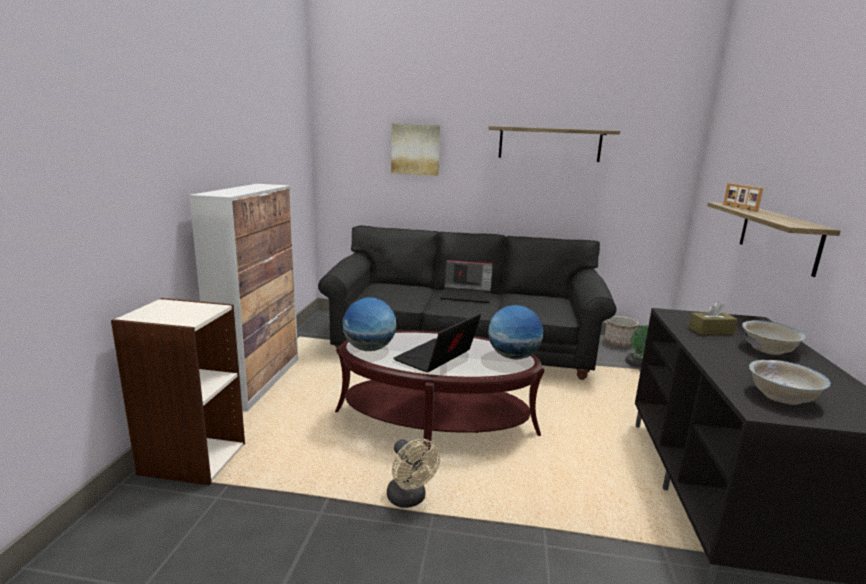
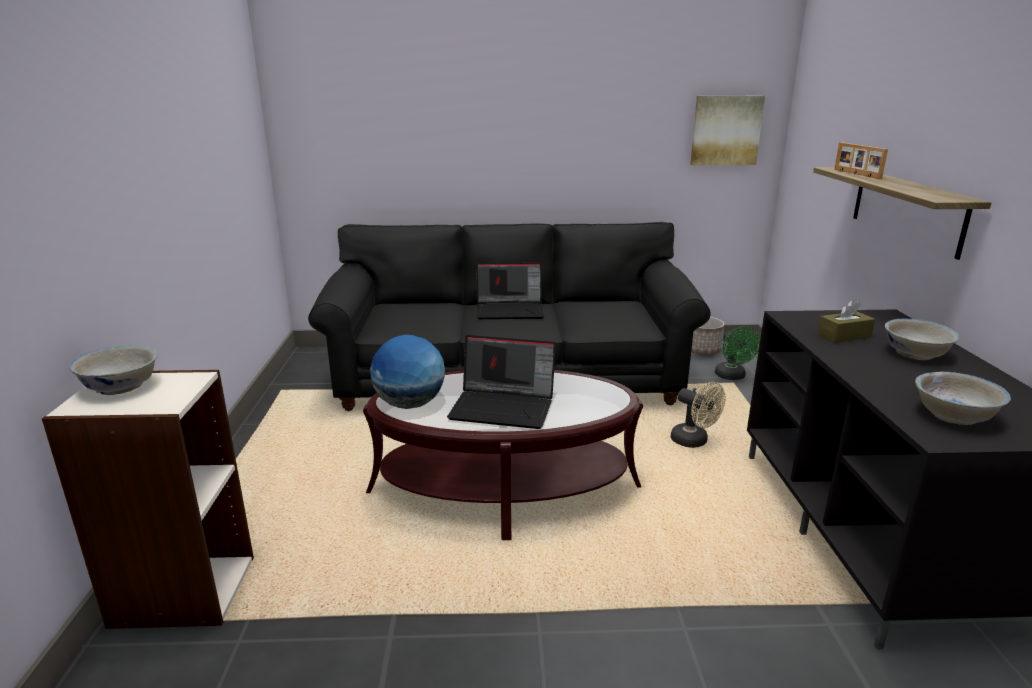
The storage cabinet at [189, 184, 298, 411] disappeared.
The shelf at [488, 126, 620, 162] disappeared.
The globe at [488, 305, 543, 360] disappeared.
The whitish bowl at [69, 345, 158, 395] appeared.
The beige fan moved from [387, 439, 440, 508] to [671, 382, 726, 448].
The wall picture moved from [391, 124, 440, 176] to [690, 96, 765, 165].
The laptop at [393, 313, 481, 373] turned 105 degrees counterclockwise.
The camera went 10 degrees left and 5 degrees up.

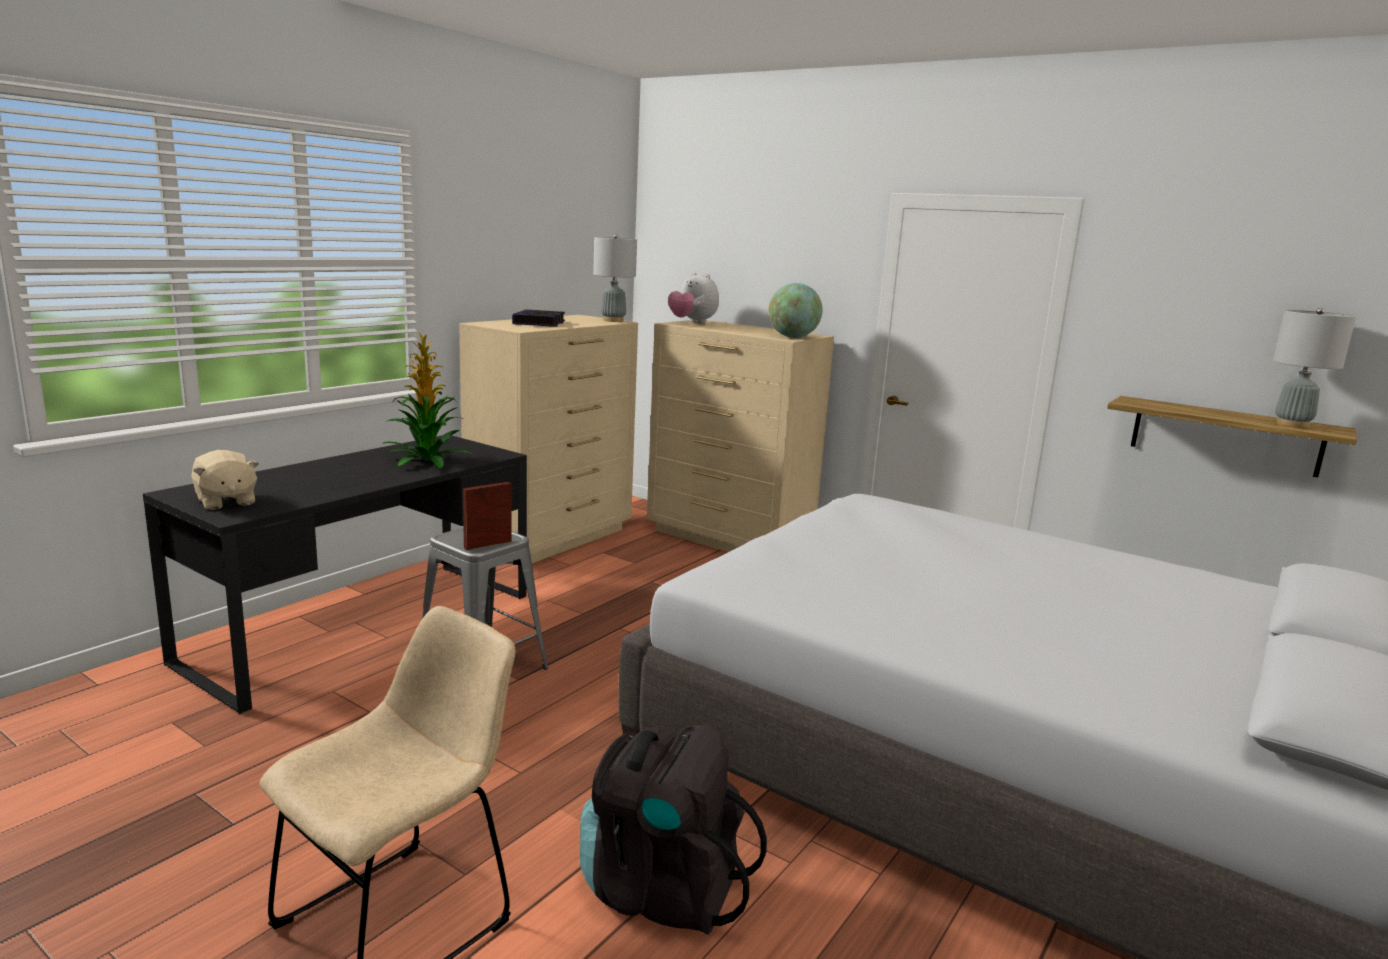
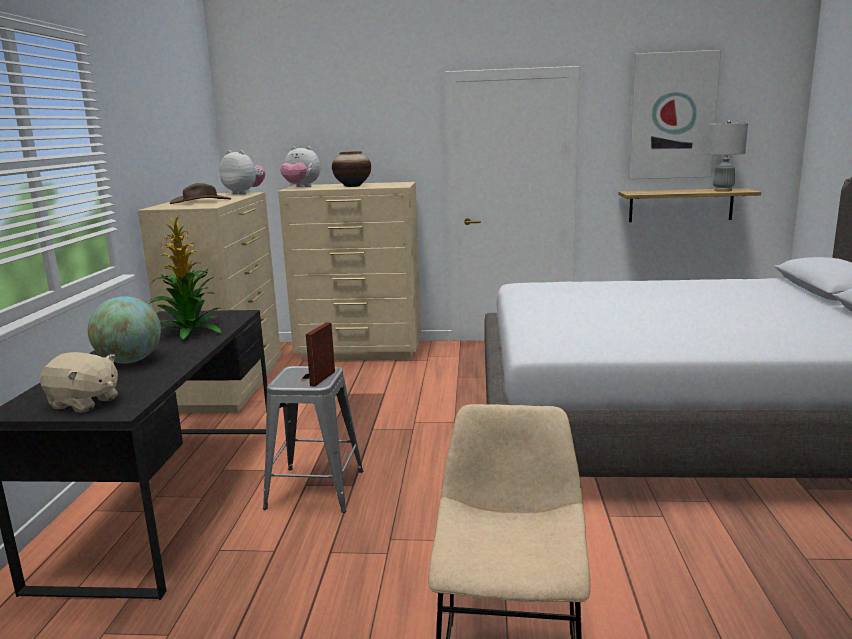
The black rucksack at [580, 725, 767, 935] disappeared.
The vase at [332, 151, 371, 187] appeared.
The wall picture at [629, 50, 721, 179] appeared.
The globe moved from [768, 283, 822, 338] to [88, 296, 161, 364].
The volume at [512, 309, 565, 327] was replaced by the brownish hat at [170, 183, 231, 204].
The greyish table lamp at [593, 234, 637, 322] was replaced by the plush toy at [220, 150, 265, 194].
The camera went 30 degrees left and 0 degrees up.

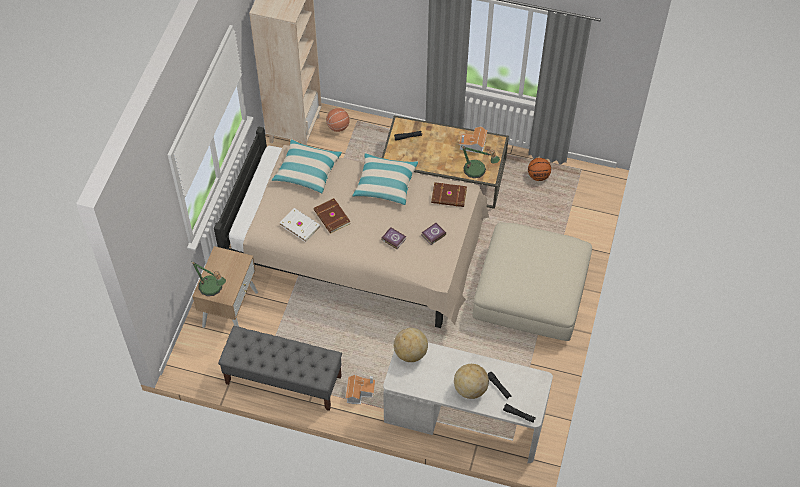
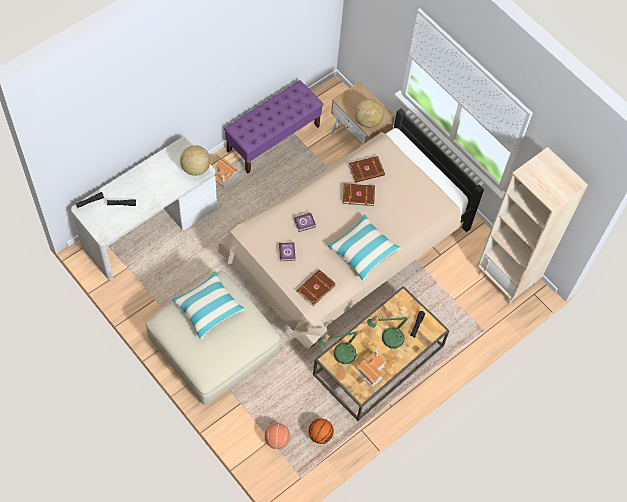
The table lamp moved from [192, 261, 226, 296] to [367, 315, 409, 349].
The cushion moved from [272, 139, 342, 193] to [172, 271, 245, 340].
The ball for basketball moved from [326, 108, 350, 132] to [265, 423, 290, 449].
The globe moved from [454, 364, 489, 399] to [355, 99, 384, 128].
The greyish long seat at [218, 326, 342, 411] became the purple long seat at [224, 80, 323, 174].
The whitish volume at [280, 208, 321, 242] became the brownish volume at [349, 156, 385, 183].
The camera went 120 degrees right and 5 degrees up.

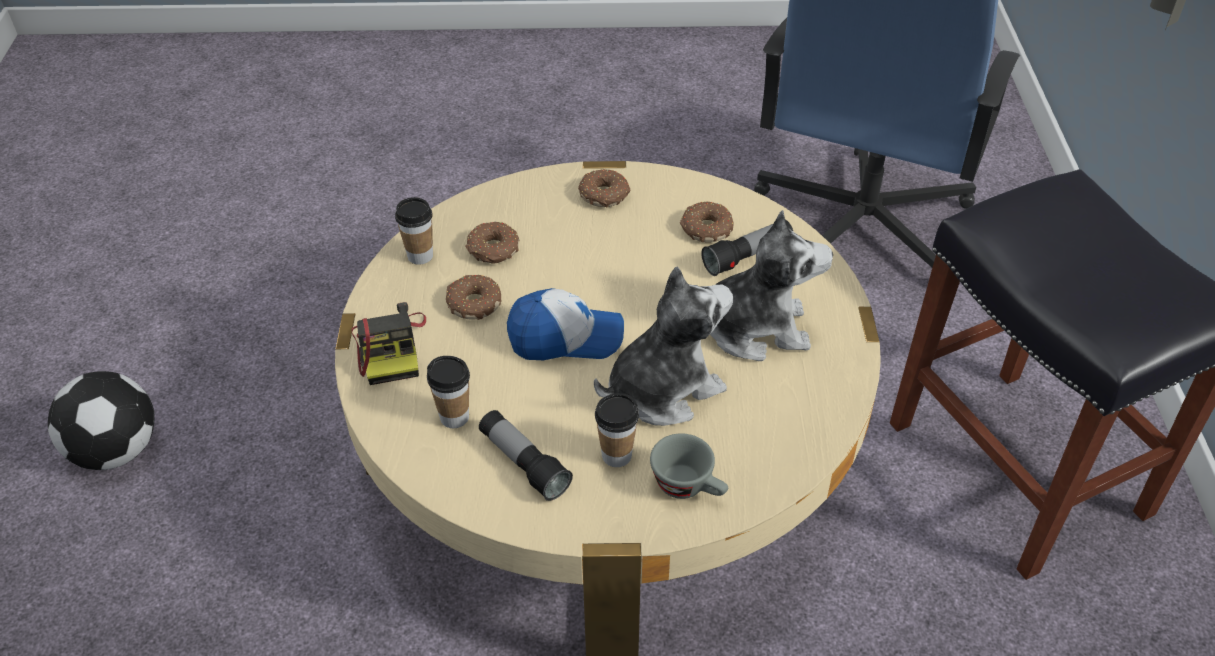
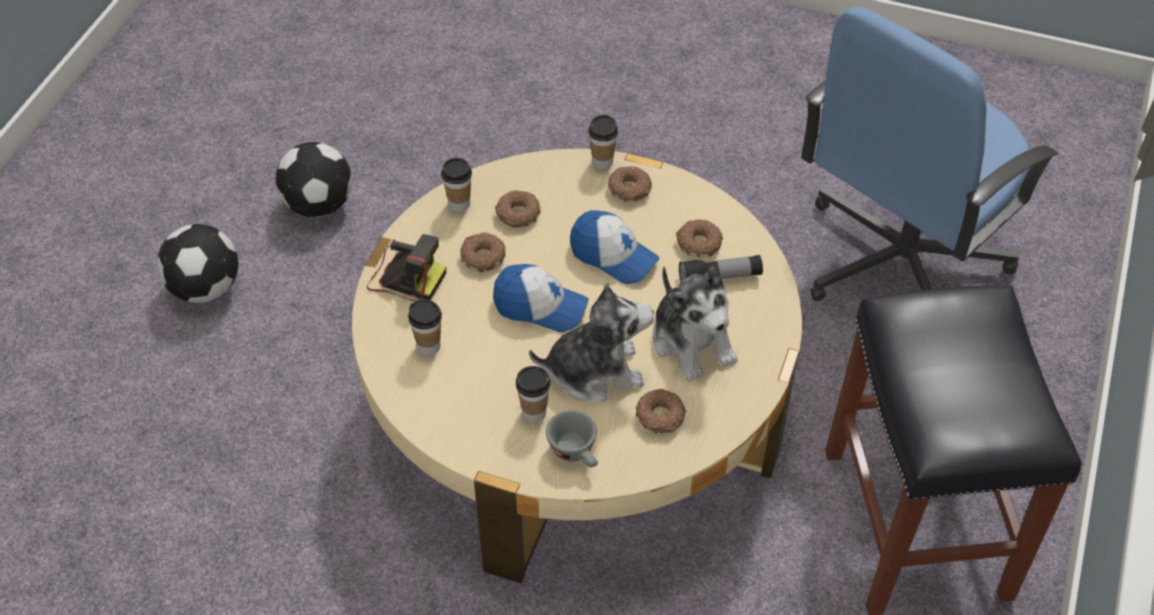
The torch at [479, 410, 573, 501] disappeared.
The ball for football at [276, 142, 352, 217] appeared.
The cap at [570, 210, 660, 284] appeared.
The drinking cup at [588, 115, 618, 169] appeared.
The ring doughnut at [636, 388, 686, 434] appeared.
The still camera at [351, 302, 426, 385] turned 75 degrees counterclockwise.
The plush toy at [710, 210, 833, 361] turned 45 degrees clockwise.
The camera went 20 degrees right and 5 degrees up.

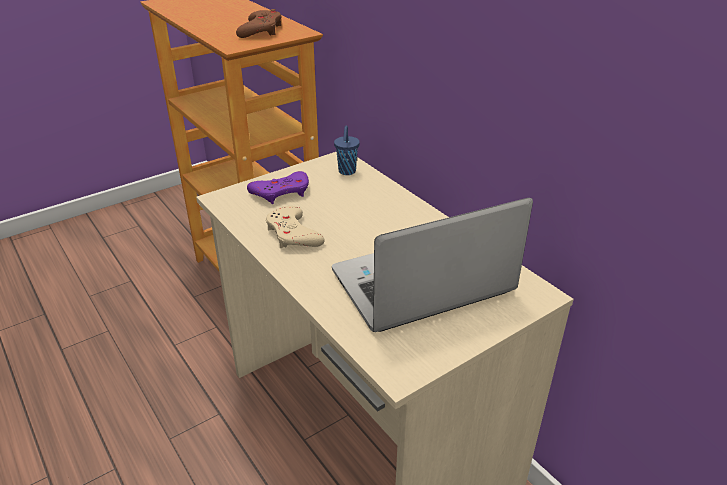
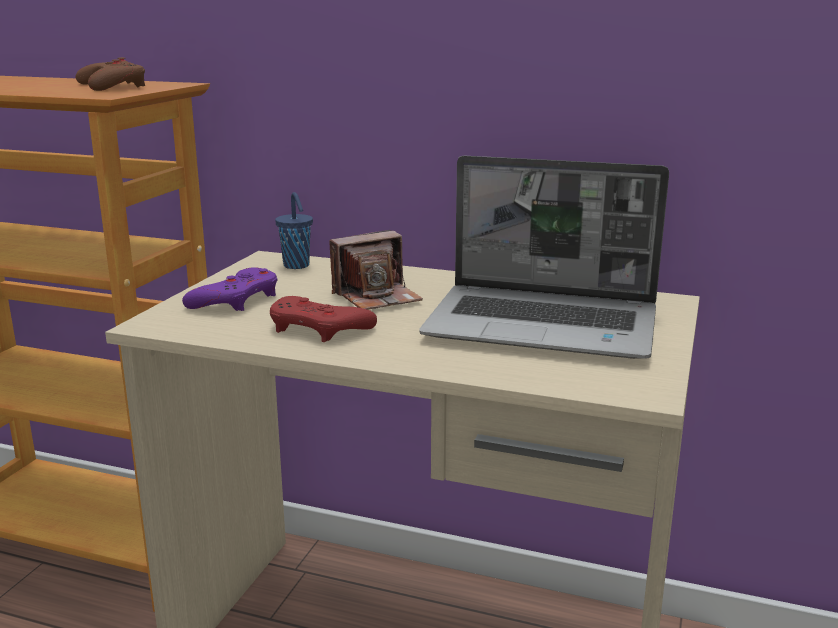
The still camera at [329, 230, 423, 310] appeared.
The beige gamepad at [266, 206, 325, 248] became the red-coloured gamepad at [270, 296, 377, 342].
The laptop at [332, 198, 533, 332] turned 105 degrees counterclockwise.
The camera went 35 degrees left and 15 degrees down.

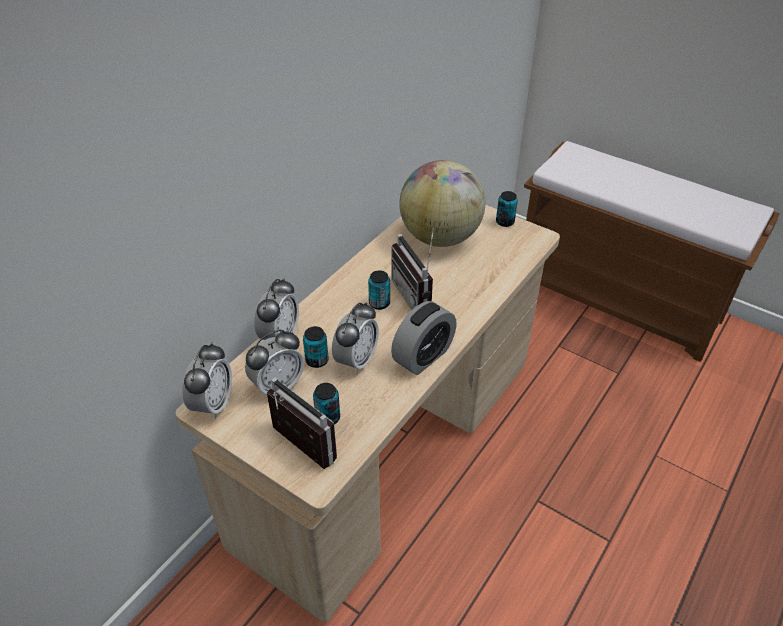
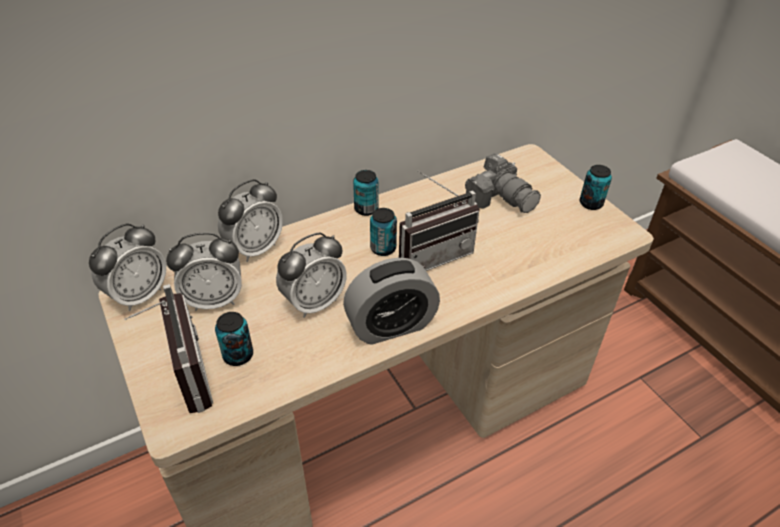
The sealed can moved from [303, 326, 329, 368] to [353, 170, 379, 216].
The globe at [399, 160, 485, 247] was replaced by the still camera at [465, 153, 541, 213].
The radio receiver at [391, 228, 434, 310] turned 120 degrees counterclockwise.
The camera went 25 degrees right and 0 degrees up.

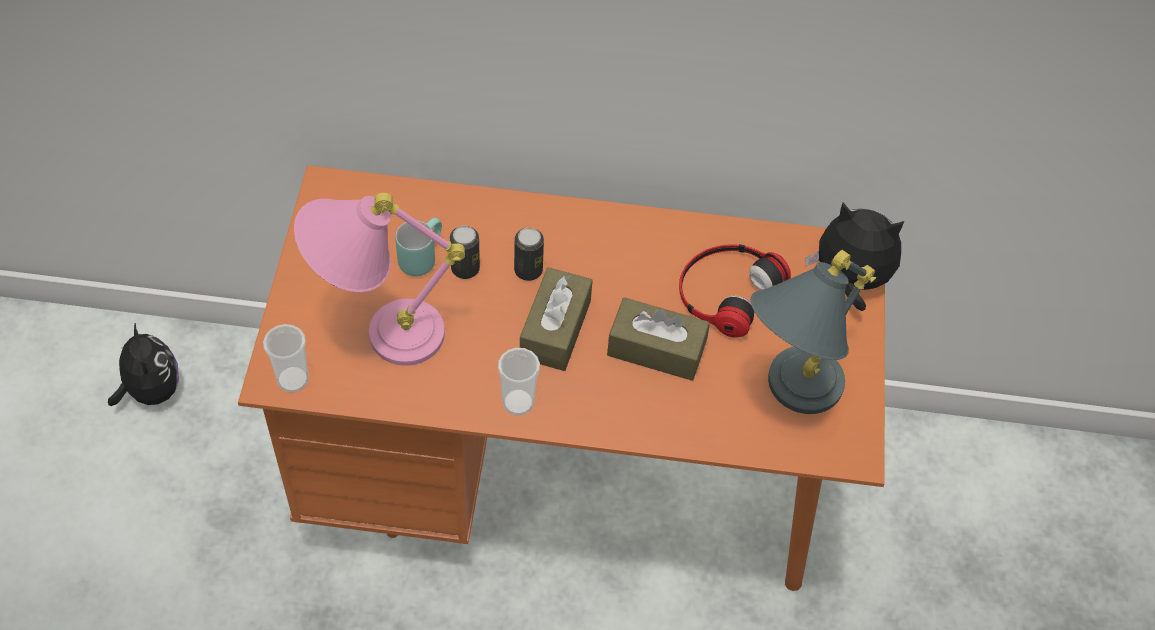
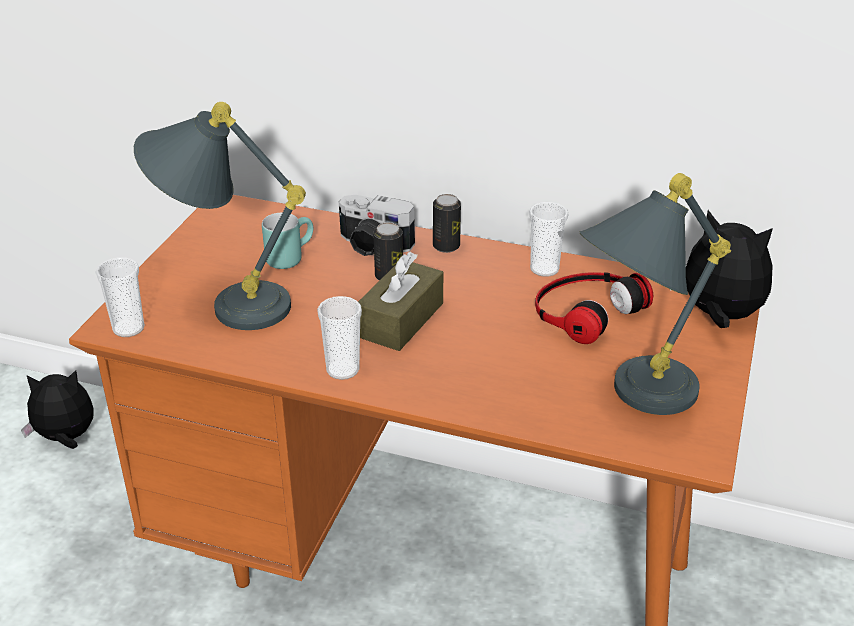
The brownish tissue box at [607, 297, 710, 381] disappeared.
The still camera at [339, 195, 415, 256] appeared.
The drinking cup at [529, 202, 569, 277] appeared.
The sealed can moved from [450, 226, 480, 279] to [433, 194, 461, 253].
The pink-coloured table lamp at [294, 193, 465, 366] became the greyish table lamp at [134, 102, 306, 330].
The plush toy at [108, 322, 179, 406] turned 90 degrees counterclockwise.
The camera went 15 degrees right and 20 degrees down.

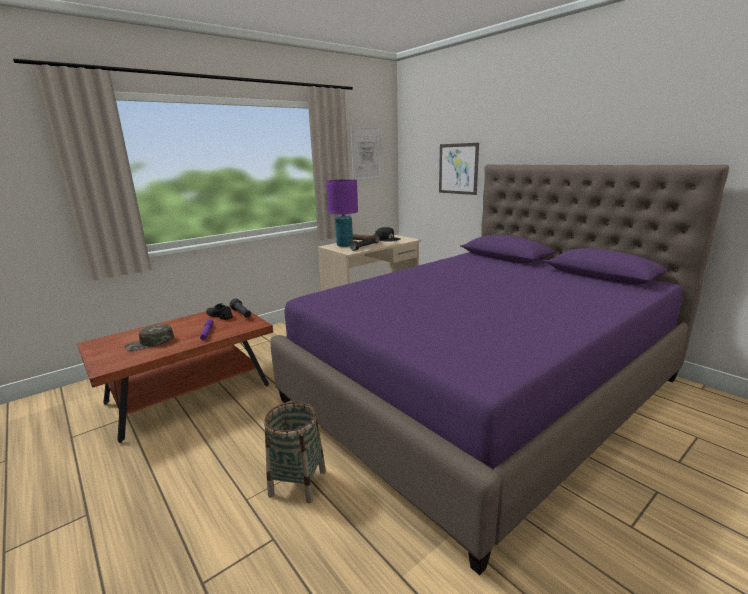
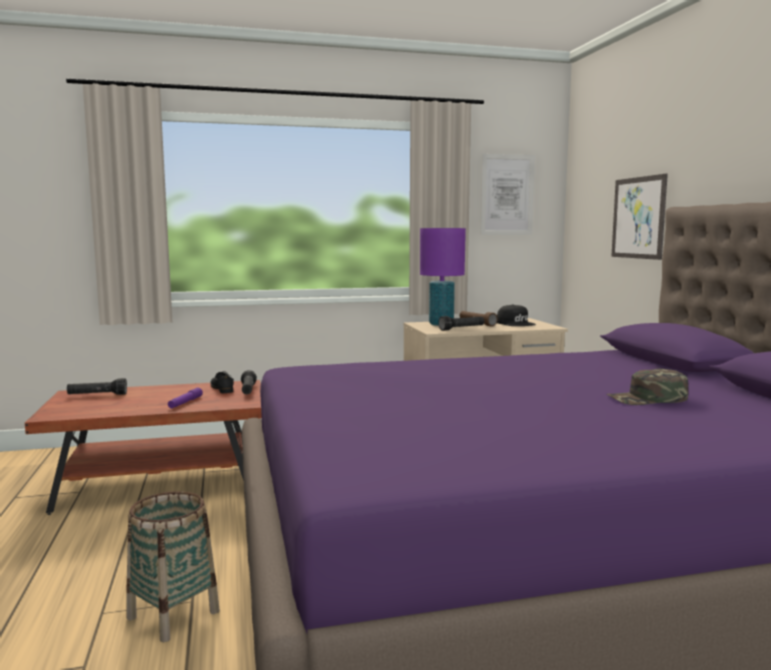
The black torch at [67, 378, 127, 395] appeared.
The green-coloured cap moved from [125, 324, 174, 351] to [606, 369, 688, 405].
The camera went 25 degrees right and 10 degrees down.

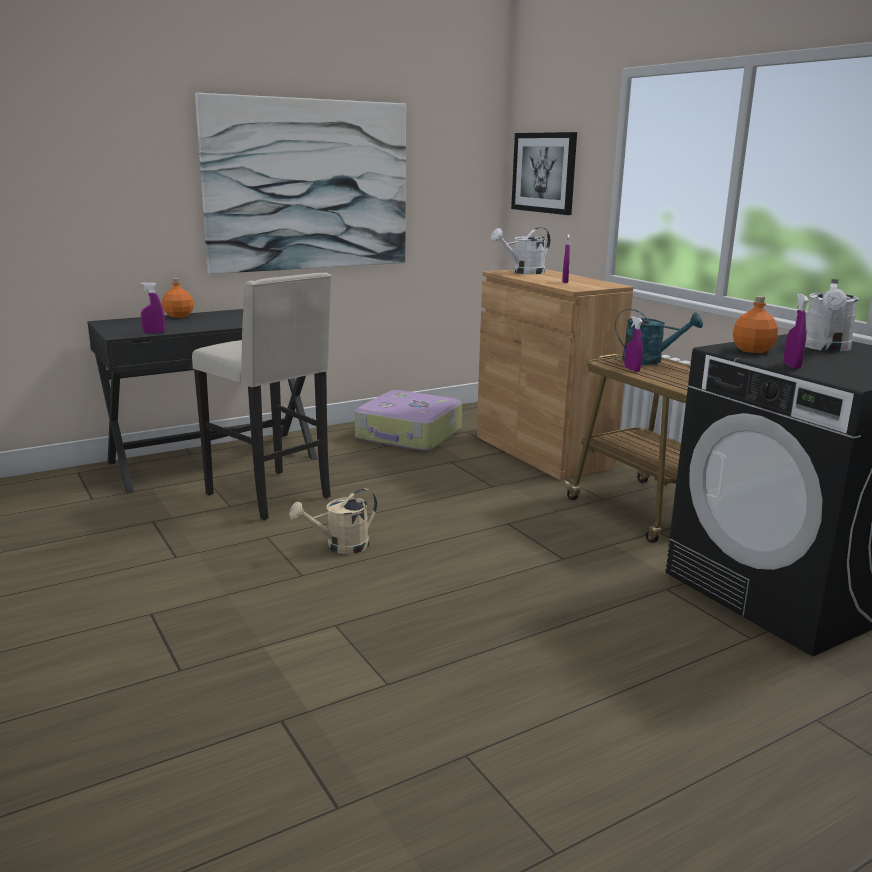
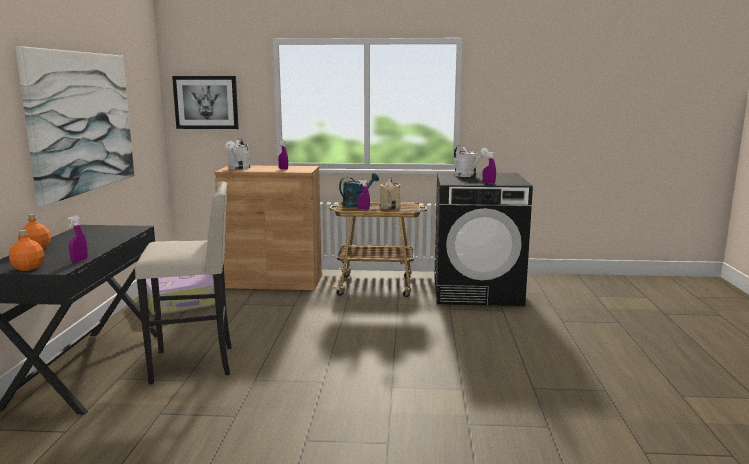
The beige watering pot moved from [289, 489, 377, 554] to [380, 177, 401, 209].
The orangey beverage bottle moved from [733, 296, 778, 353] to [9, 230, 45, 271].
The camera went 55 degrees left and 5 degrees down.

